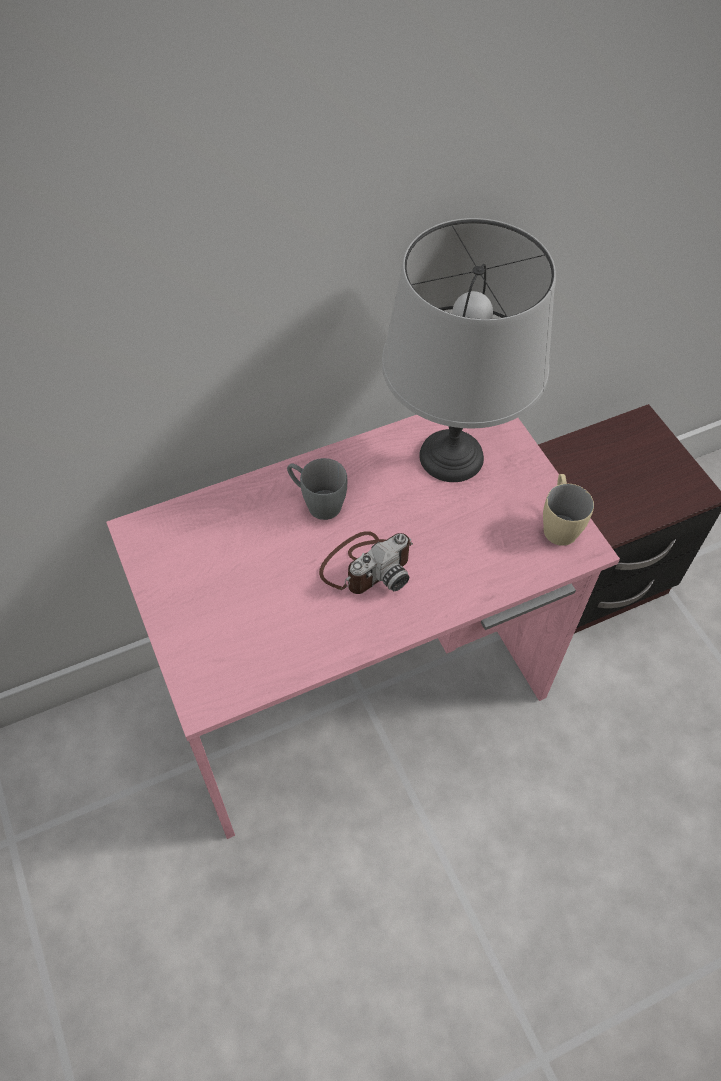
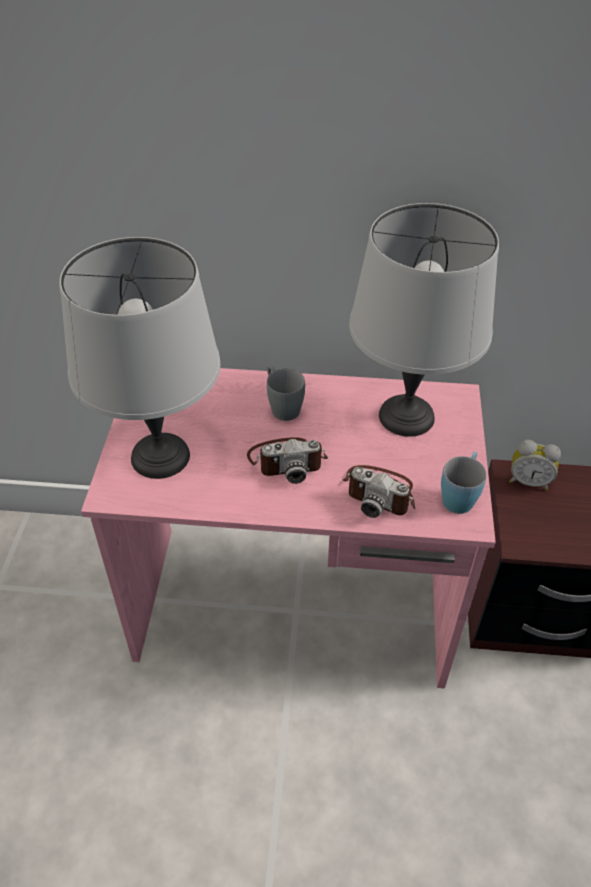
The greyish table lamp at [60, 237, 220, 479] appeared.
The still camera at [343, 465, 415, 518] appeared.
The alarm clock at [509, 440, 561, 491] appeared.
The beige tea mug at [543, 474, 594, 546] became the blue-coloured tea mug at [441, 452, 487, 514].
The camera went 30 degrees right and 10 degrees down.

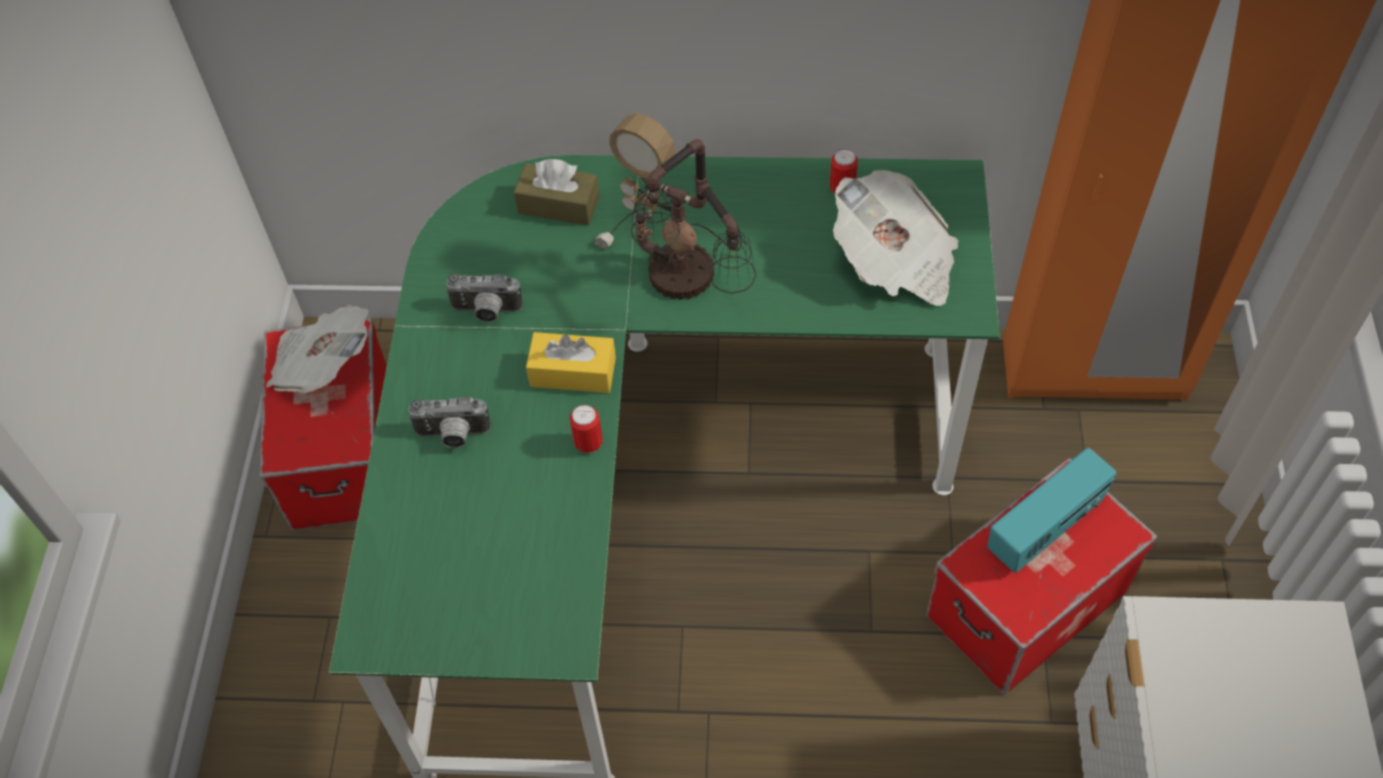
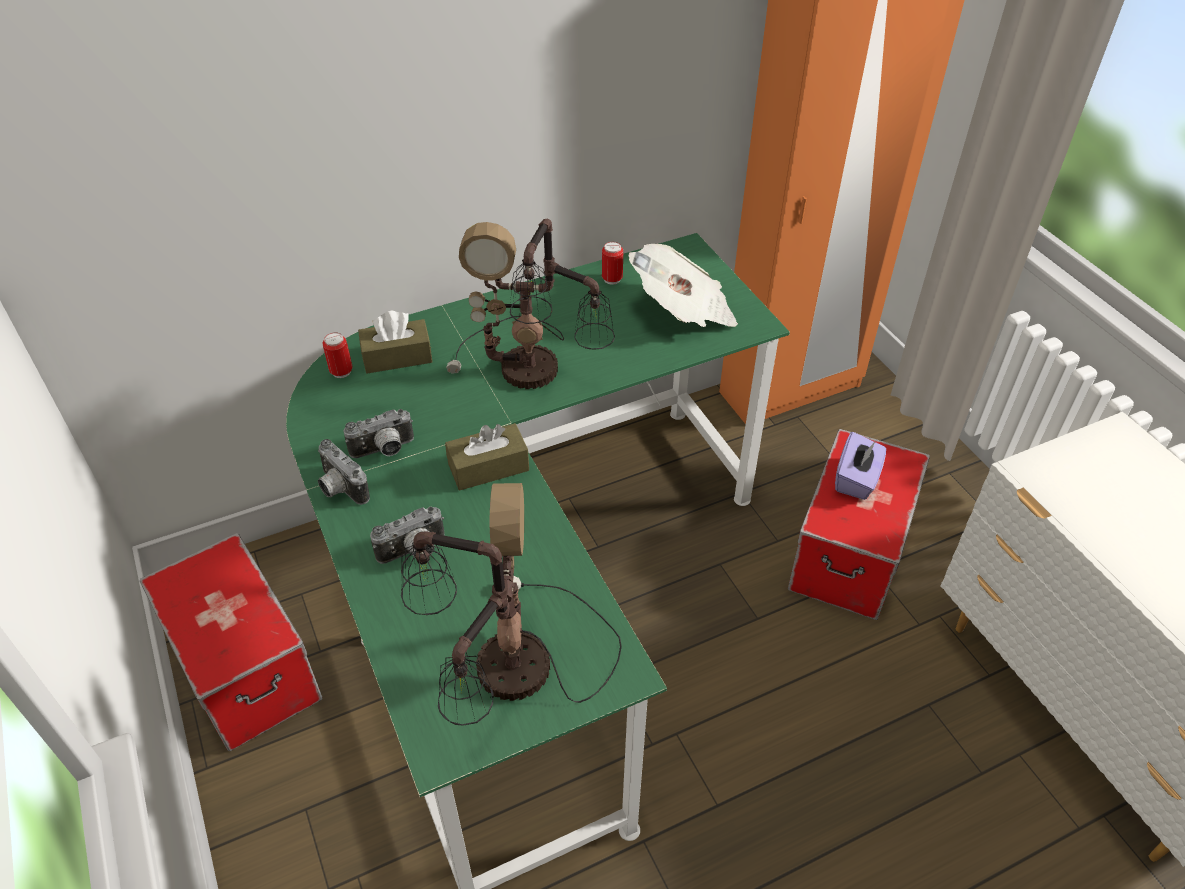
The newspaper at [266, 304, 369, 393] disappeared.
The still camera at [318, 439, 370, 505] appeared.
The table lamp at [401, 483, 621, 725] appeared.
The sealed can moved from [570, 405, 603, 453] to [323, 332, 352, 378].
The radio receiver at [988, 448, 1116, 573] was replaced by the purple tissue box at [835, 432, 886, 500].
The yellowish tissue box at [526, 332, 616, 393] became the brownish tissue box at [445, 423, 529, 490].
The camera went 30 degrees left and 10 degrees down.

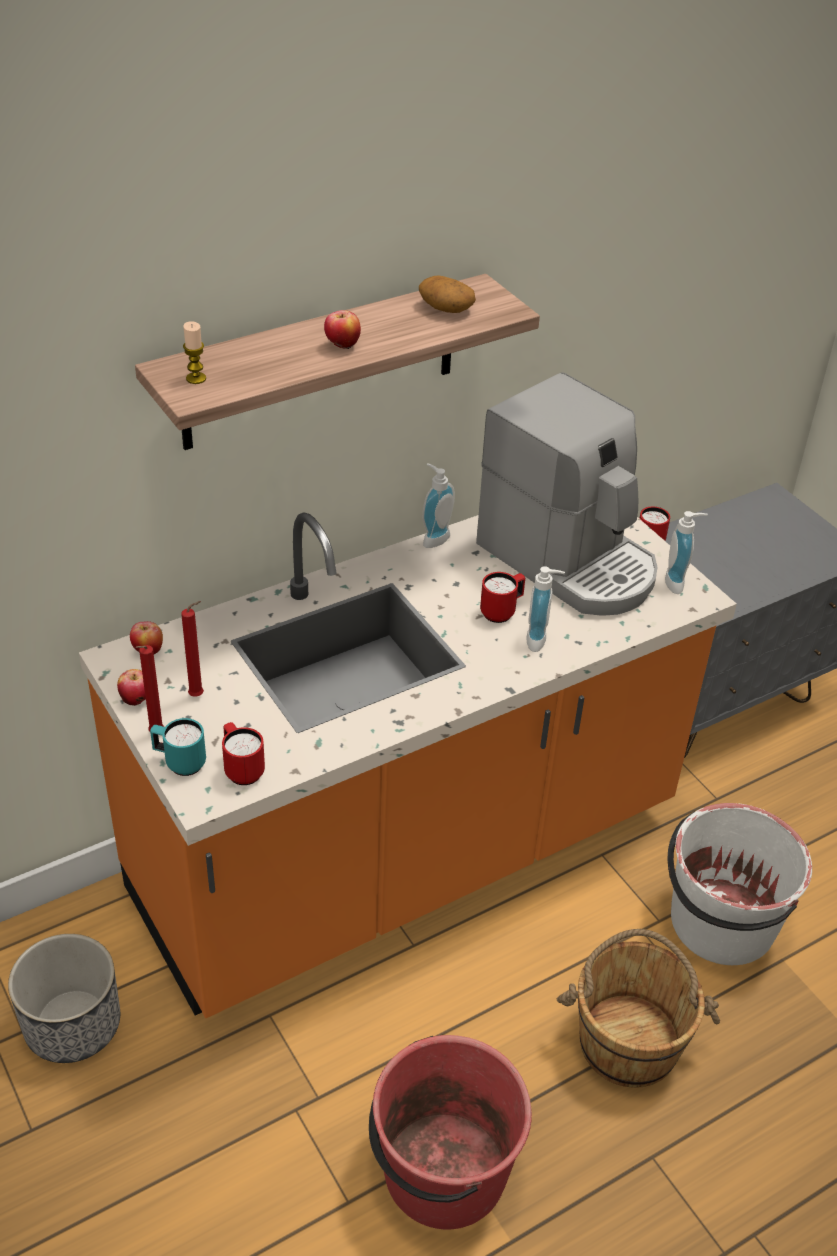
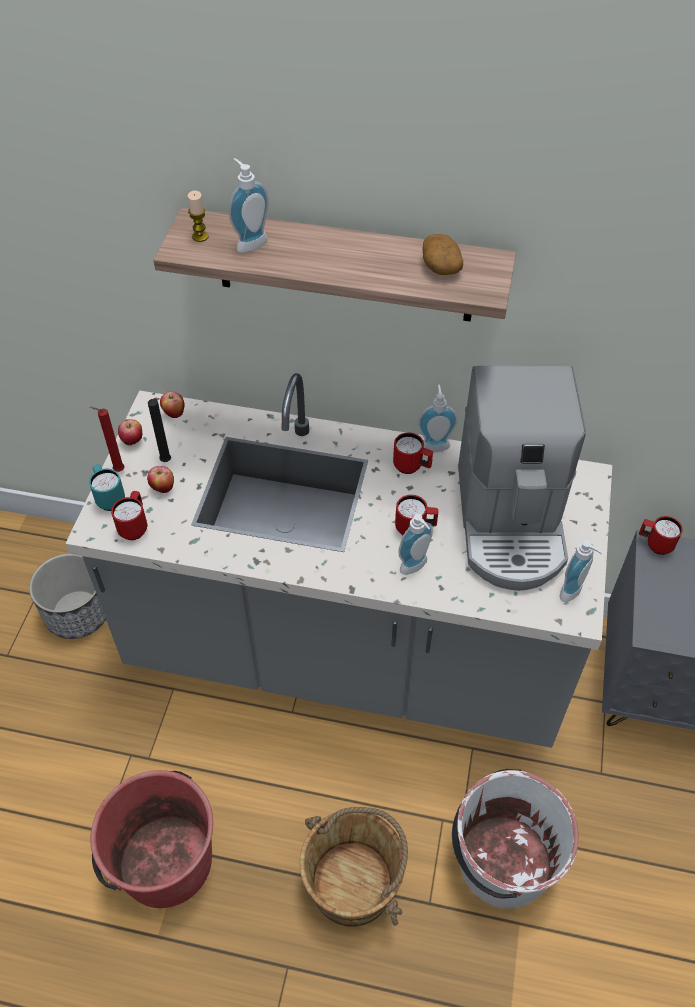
The soap dispenser at [229, 158, 269, 253] appeared.
The red-coloured tea mug at [393, 433, 433, 474] appeared.
The apple fruit moved from [324, 310, 361, 350] to [147, 466, 174, 493].
The orangey kitchen base unit at [79, 512, 737, 1018] became the greyish kitchen base unit at [65, 373, 612, 748].
The red-coloured wax light at [181, 601, 204, 697] became the black wax light at [148, 398, 171, 462].
The camera went 45 degrees right and 10 degrees up.

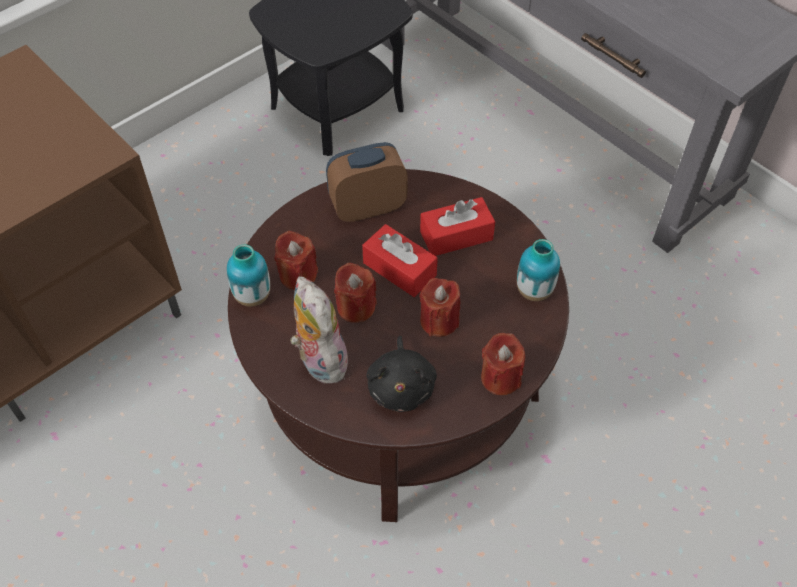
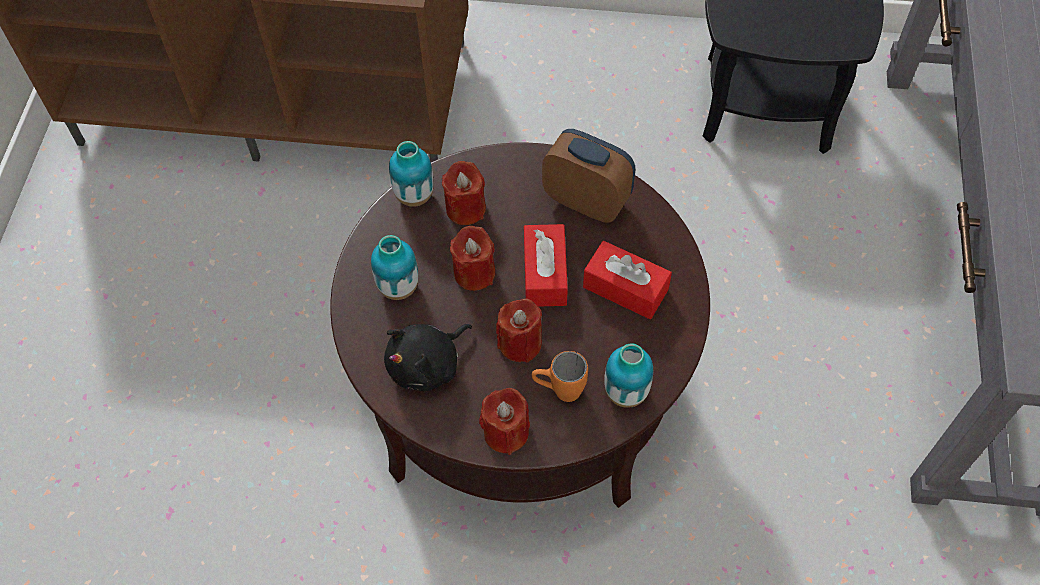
The orangey tea mug at [532, 351, 588, 402] appeared.
The plush toy at [290, 276, 349, 384] was replaced by the vase at [371, 235, 418, 300].
The camera went 50 degrees right and 5 degrees up.

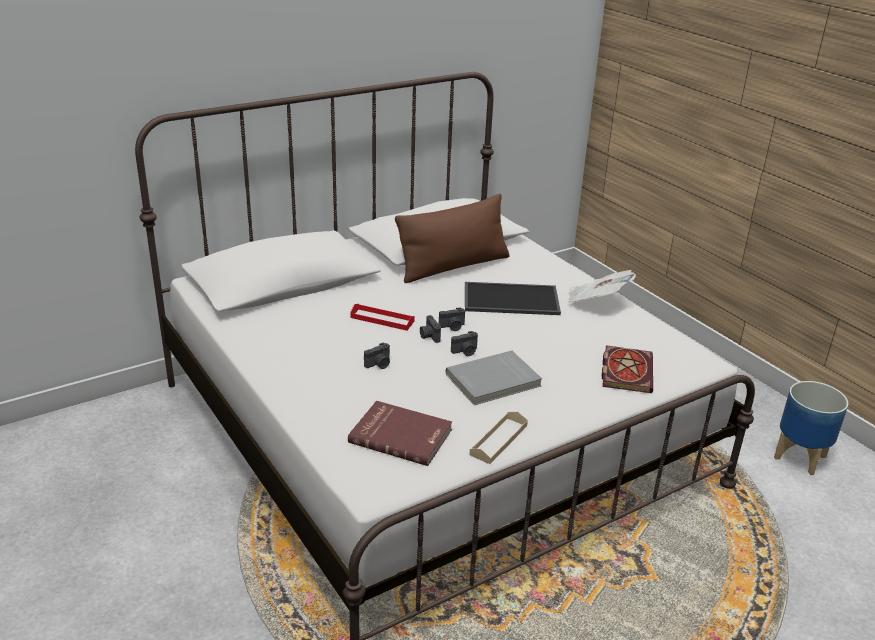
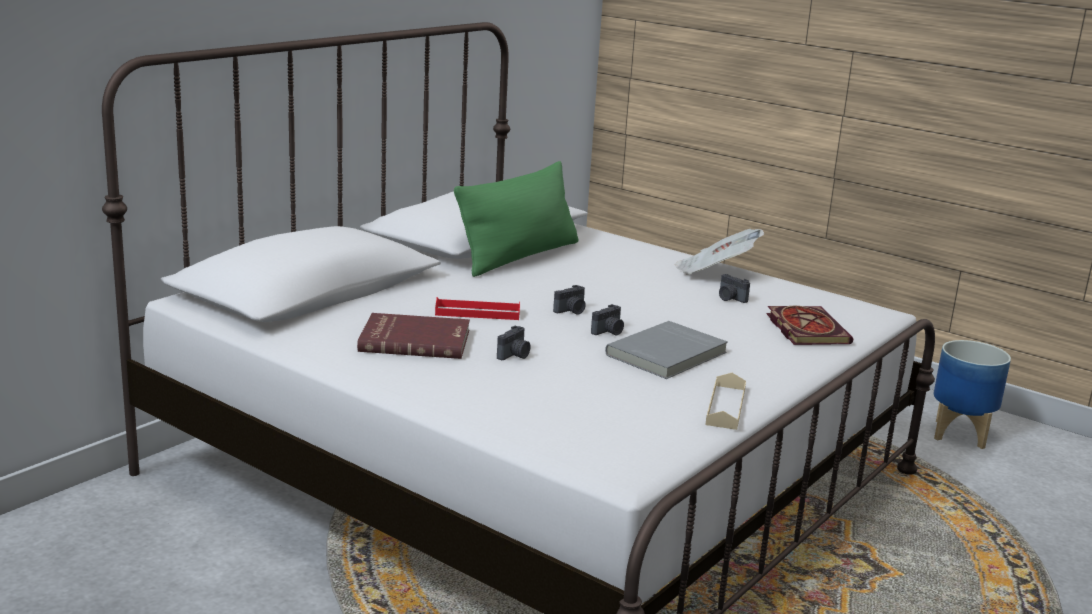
The serving tray at [465, 282, 561, 315] disappeared.
The red-coloured volume moved from [348, 401, 452, 466] to [357, 313, 470, 359].
The still camera moved from [420, 315, 441, 343] to [719, 274, 750, 303].
The brownish cushion at [395, 194, 509, 283] became the green-coloured cushion at [454, 161, 578, 277].
The camera went 20 degrees left and 10 degrees down.

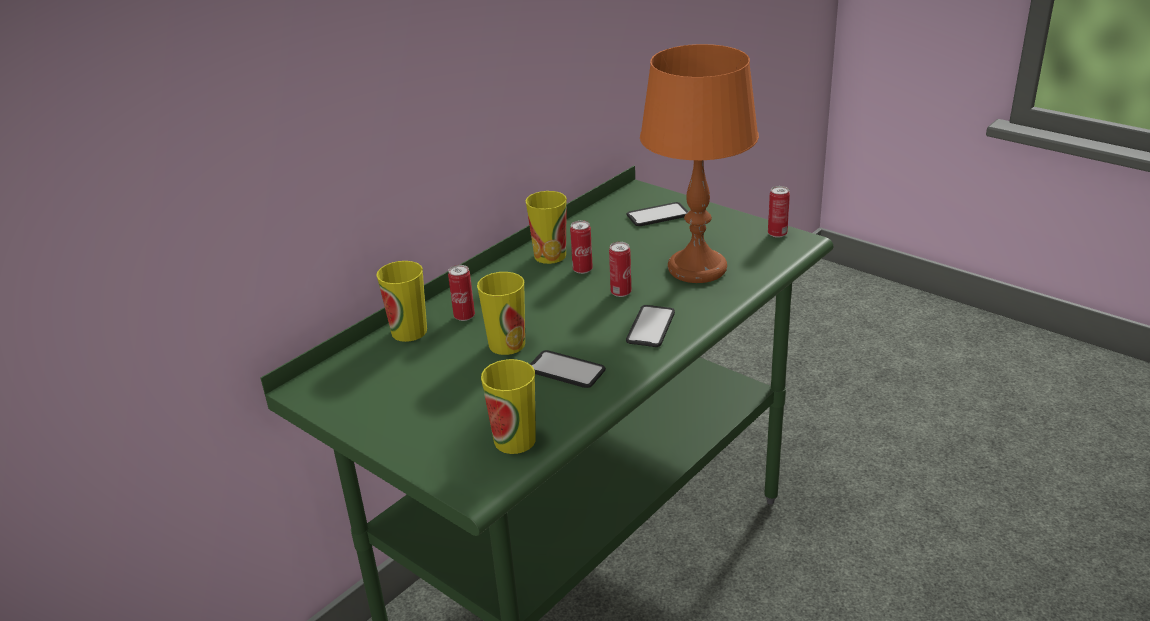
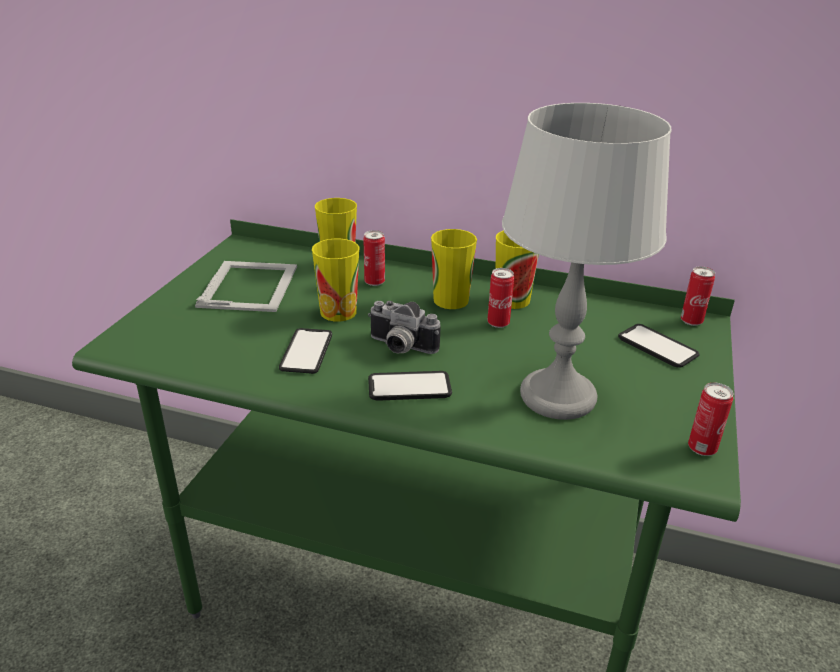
The picture frame at [195, 261, 297, 312] appeared.
The still camera at [368, 301, 441, 354] appeared.
The drinking cup moved from [481, 359, 536, 454] to [431, 229, 477, 309].
The sealed can moved from [609, 242, 631, 297] to [681, 266, 715, 326].
The orangey table lamp at [640, 44, 759, 283] became the greyish table lamp at [502, 103, 671, 420].
The camera went 65 degrees right and 0 degrees up.

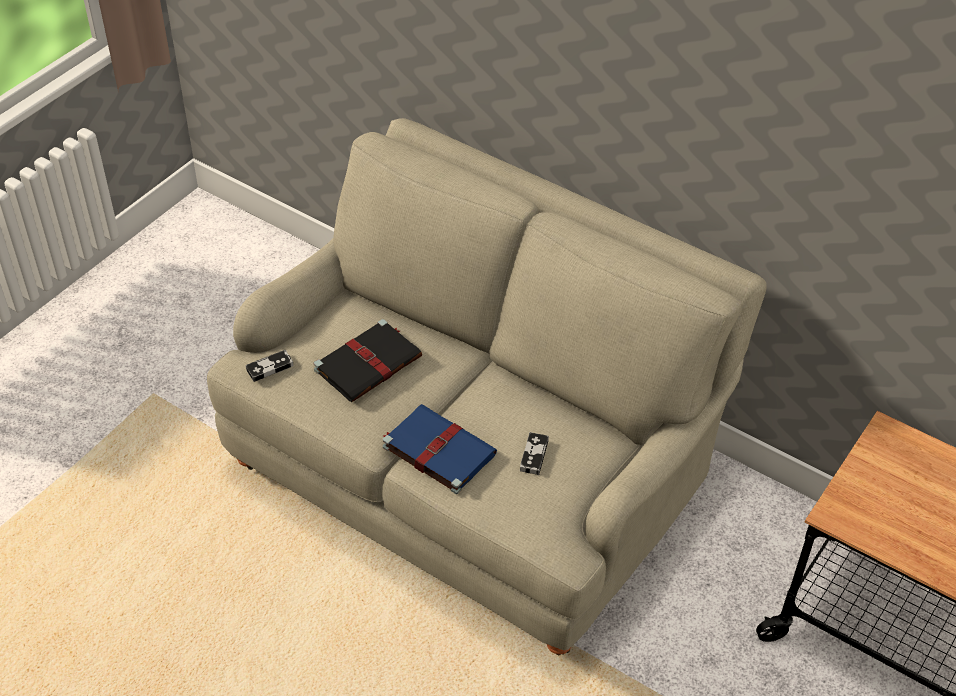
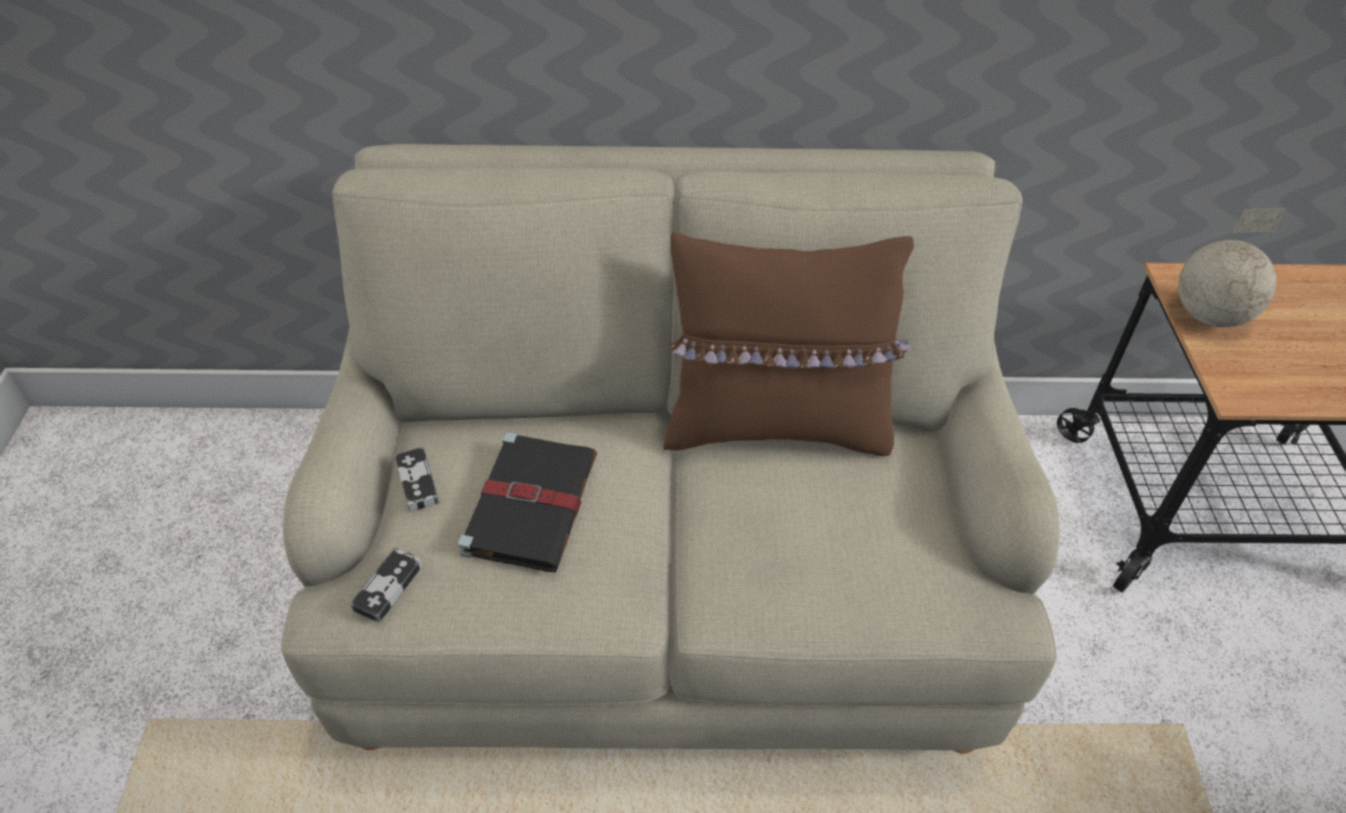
The blue-coloured volume at [383, 404, 497, 494] disappeared.
The brownish cushion at [663, 231, 914, 456] appeared.
The globe at [1178, 208, 1286, 327] appeared.
The gamepad moved from [520, 432, 549, 475] to [394, 447, 439, 511].
The camera went 35 degrees left and 0 degrees up.

